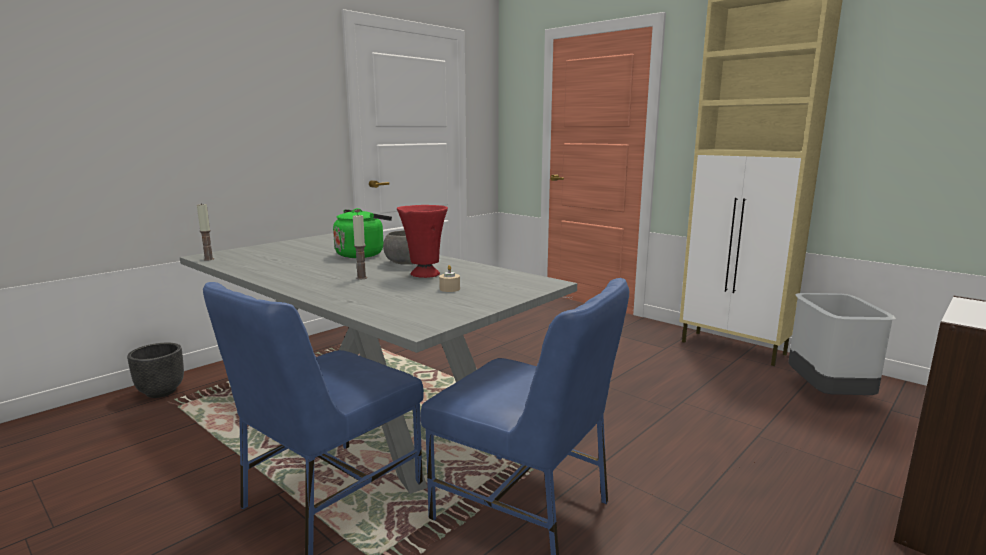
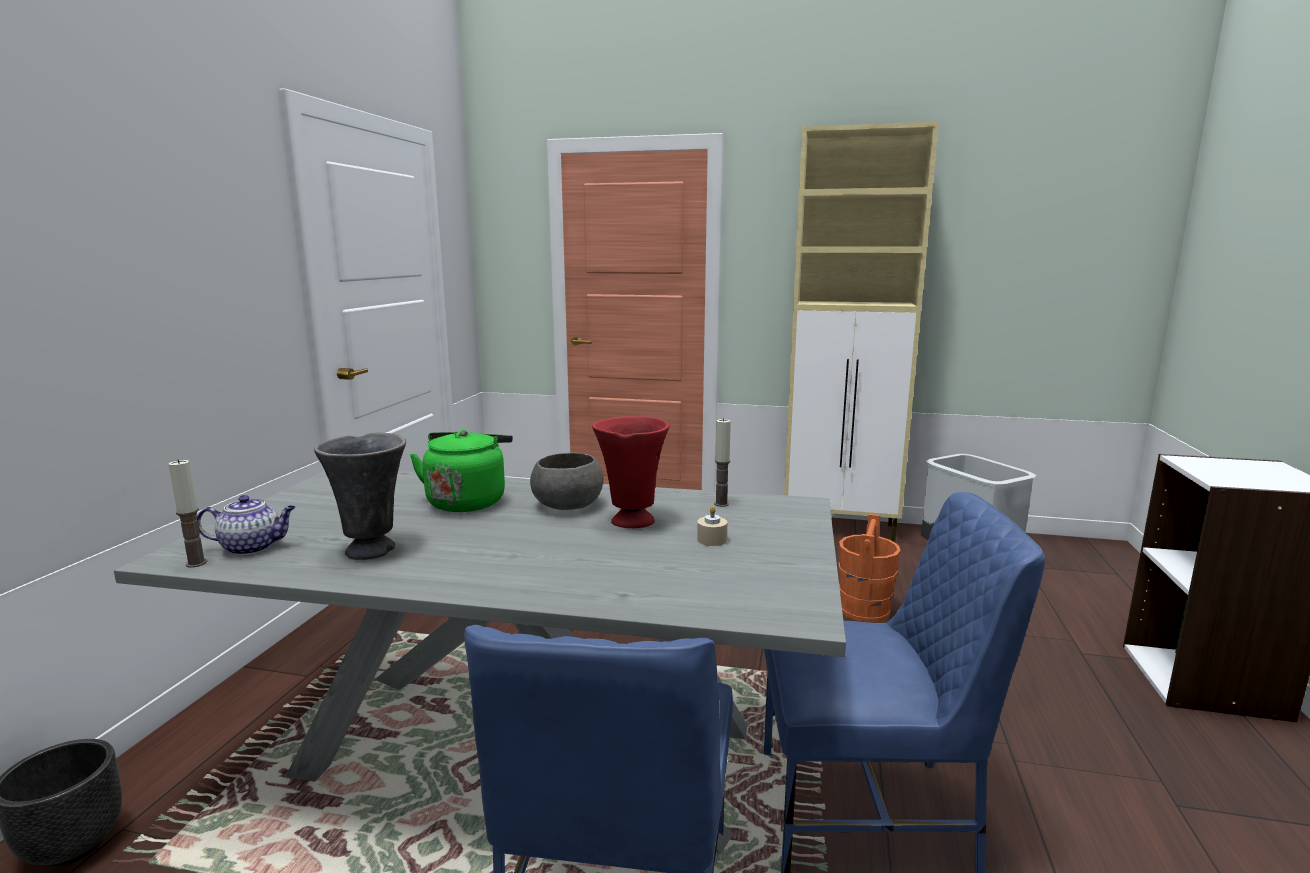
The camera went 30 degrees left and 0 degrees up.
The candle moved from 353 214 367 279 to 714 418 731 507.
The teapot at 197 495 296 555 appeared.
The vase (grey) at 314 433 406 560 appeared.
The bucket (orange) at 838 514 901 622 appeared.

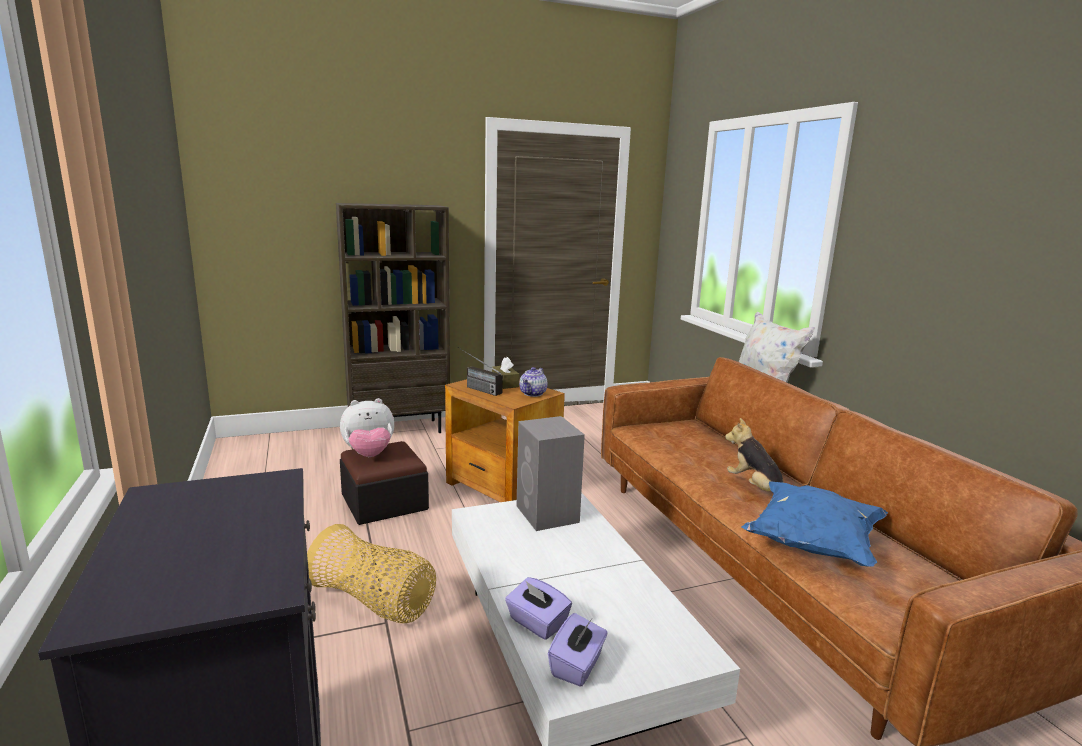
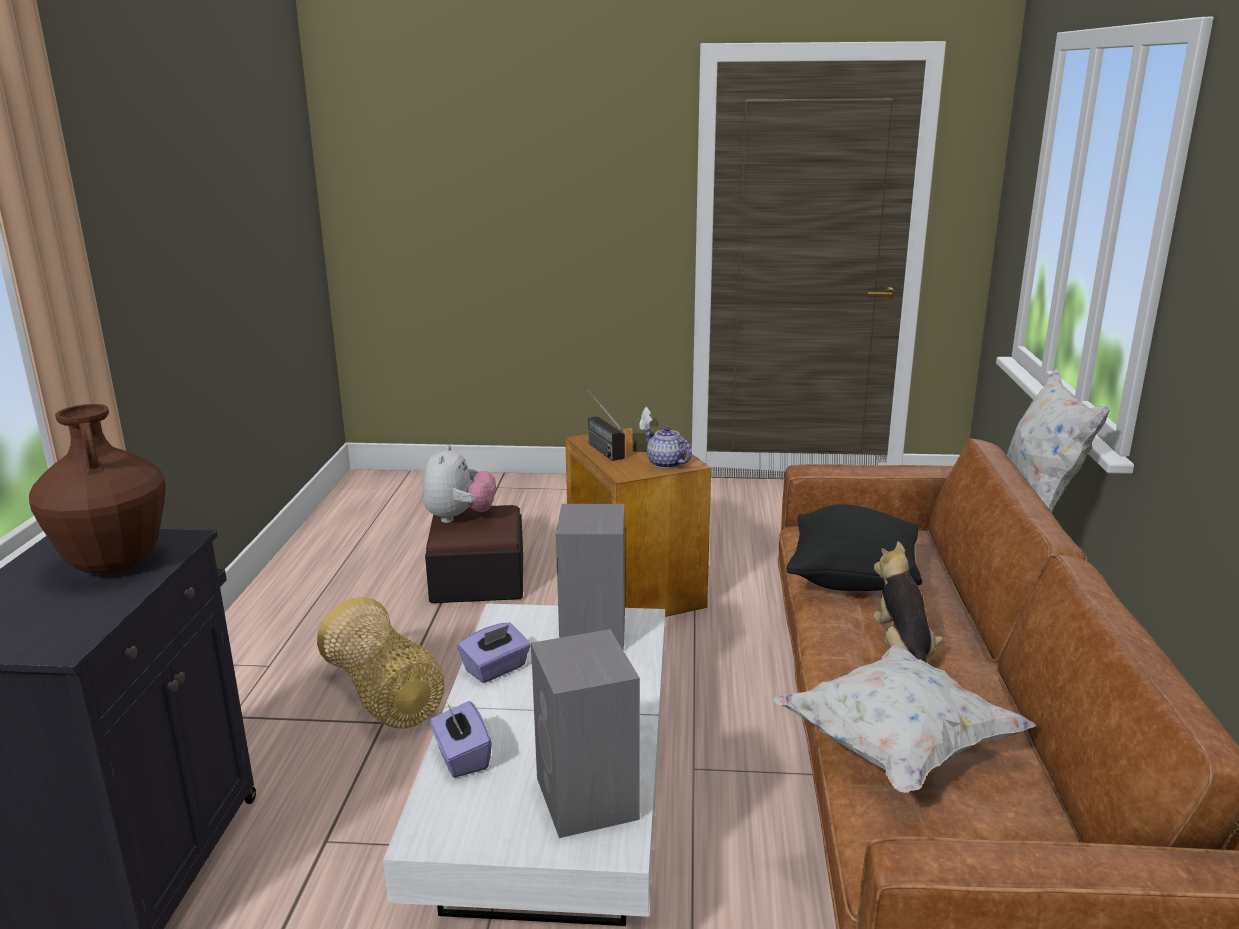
The camera went 25 degrees right and 5 degrees up.
The bookcase (brown) at 336 203 450 433 disappeared.
The plush toy at 340 398 394 457 turned 90 degrees counterclockwise.
The teapot at 519 367 547 397 turned 90 degrees clockwise.
The tissue box (purple) moved from 548 613 608 687 to 457 623 531 683.
The pillow (blue) at 742 481 888 567 became the pillow (white) at 774 644 1036 793.
The vase (brown) at 29 404 166 574 appeared.
The speaker (grey) at 531 629 640 838 appeared.
The pillow (black) at 786 504 922 591 appeared.

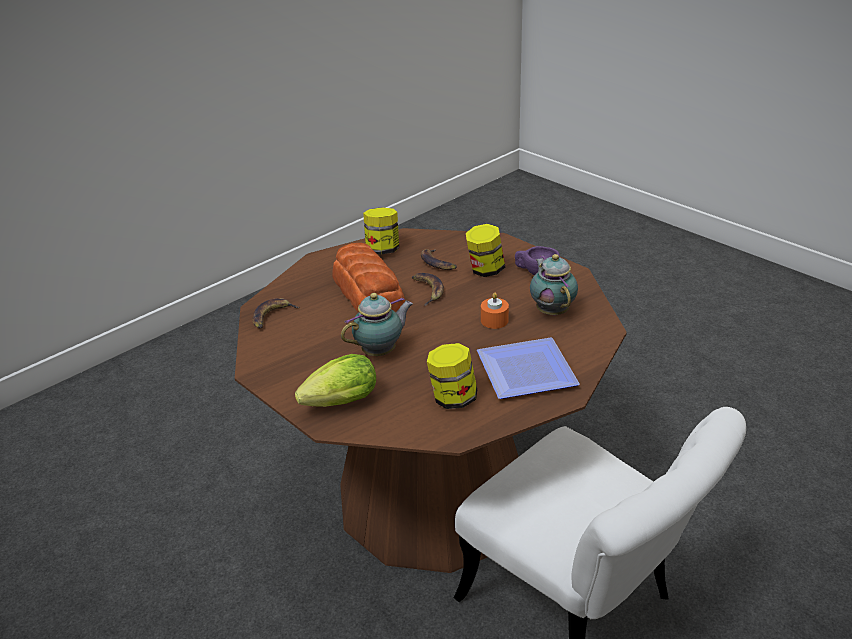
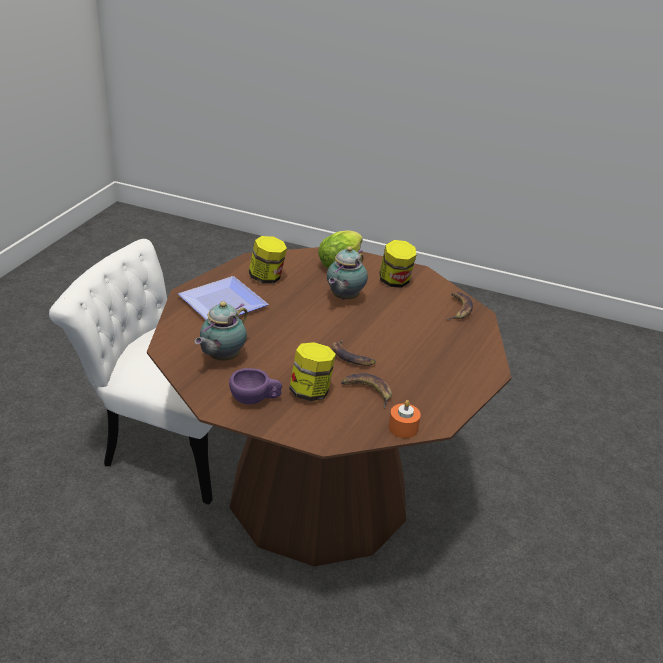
The camera went 150 degrees right and 0 degrees up.
The bread at 332 243 405 312 disappeared.
The jar moved from 363 207 399 254 to 379 240 416 288.
The candle (orange) moved from 481 293 509 329 to 389 400 421 438.
The teapot at 530 254 578 316 turned 75 degrees clockwise.

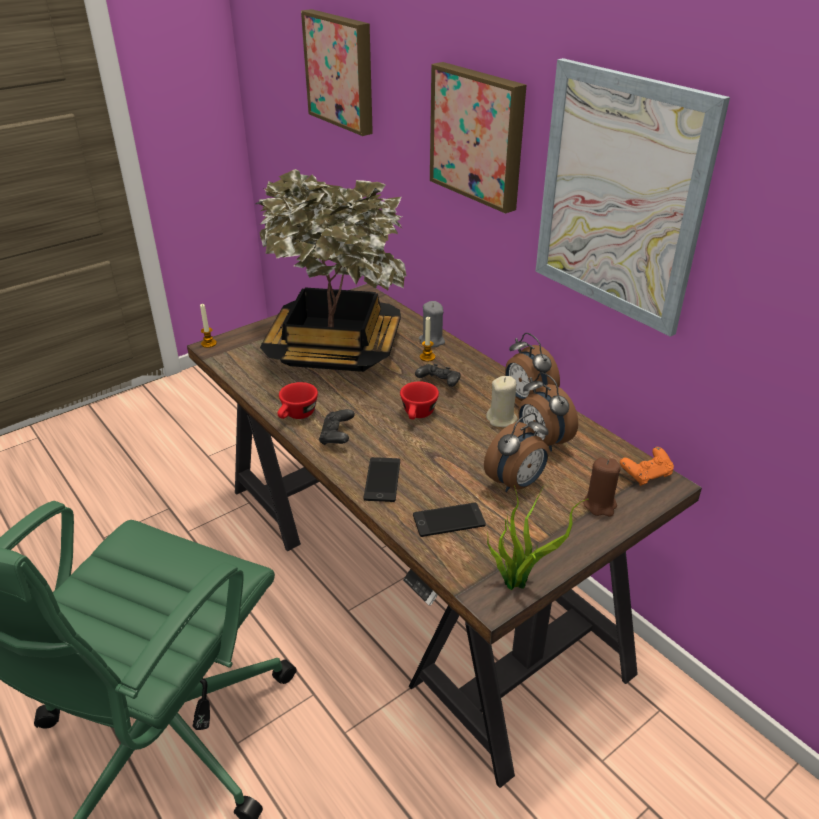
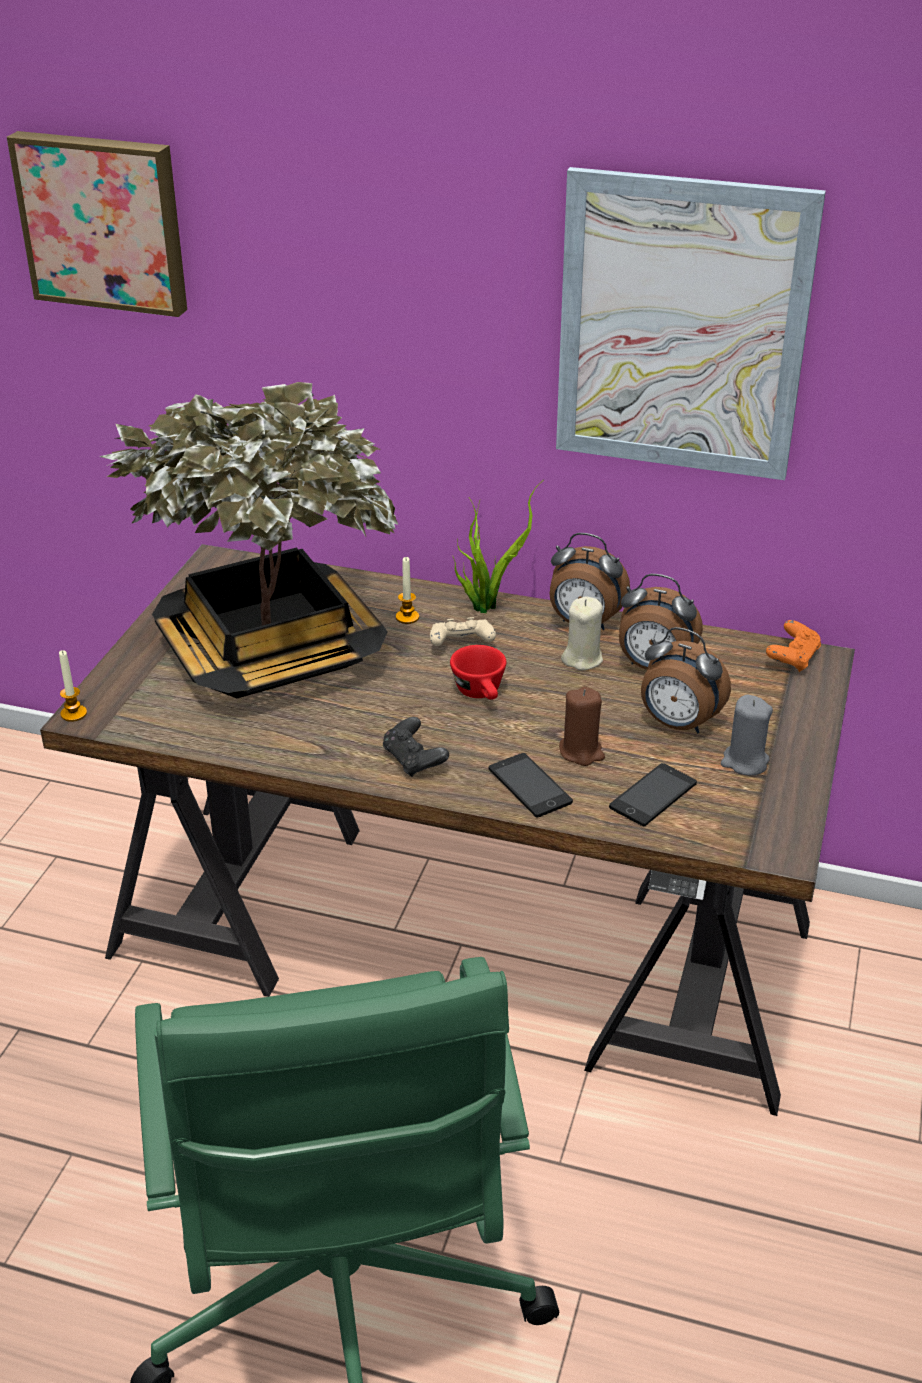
The camera went 35 degrees left and 0 degrees up.
The cup (red) at 277 382 318 419 disappeared.
The game controller (black) at 415 364 461 387 became the game controller (beige) at 430 617 496 646.
The candle (grey) moved from 419 301 445 347 to 721 695 773 775.
The picture at 430 62 527 214 disappeared.
The alarm clock at 484 413 549 492 turned 105 degrees clockwise.
The potted plant moved from 487 486 588 590 to 453 481 542 613.
The candle (brown) moved from 583 457 621 516 to 559 687 605 766.

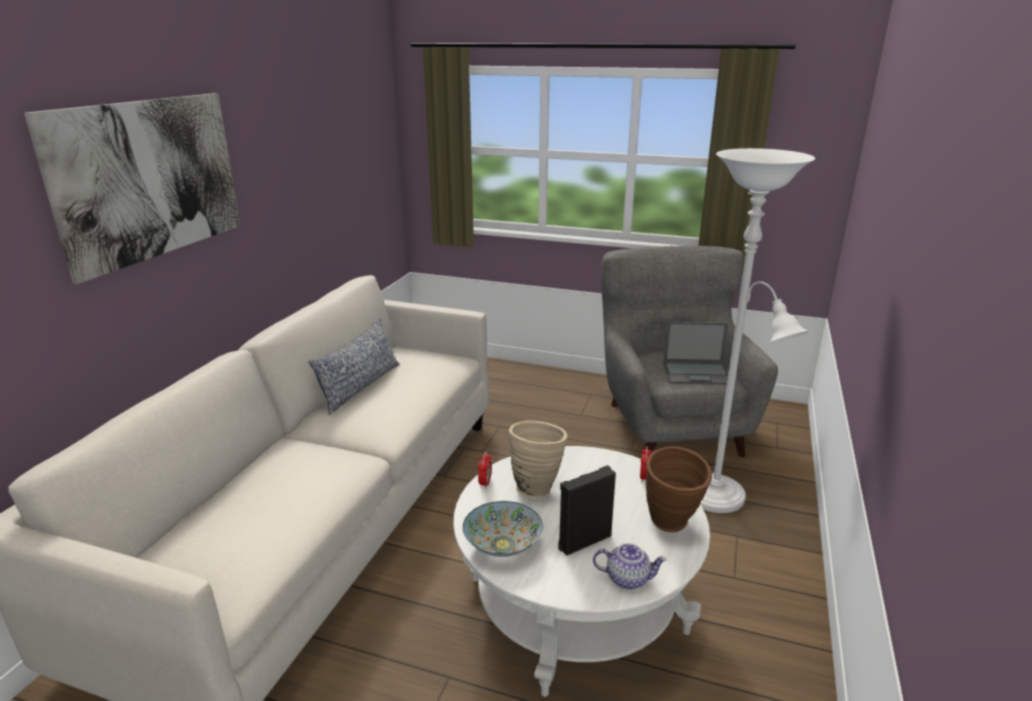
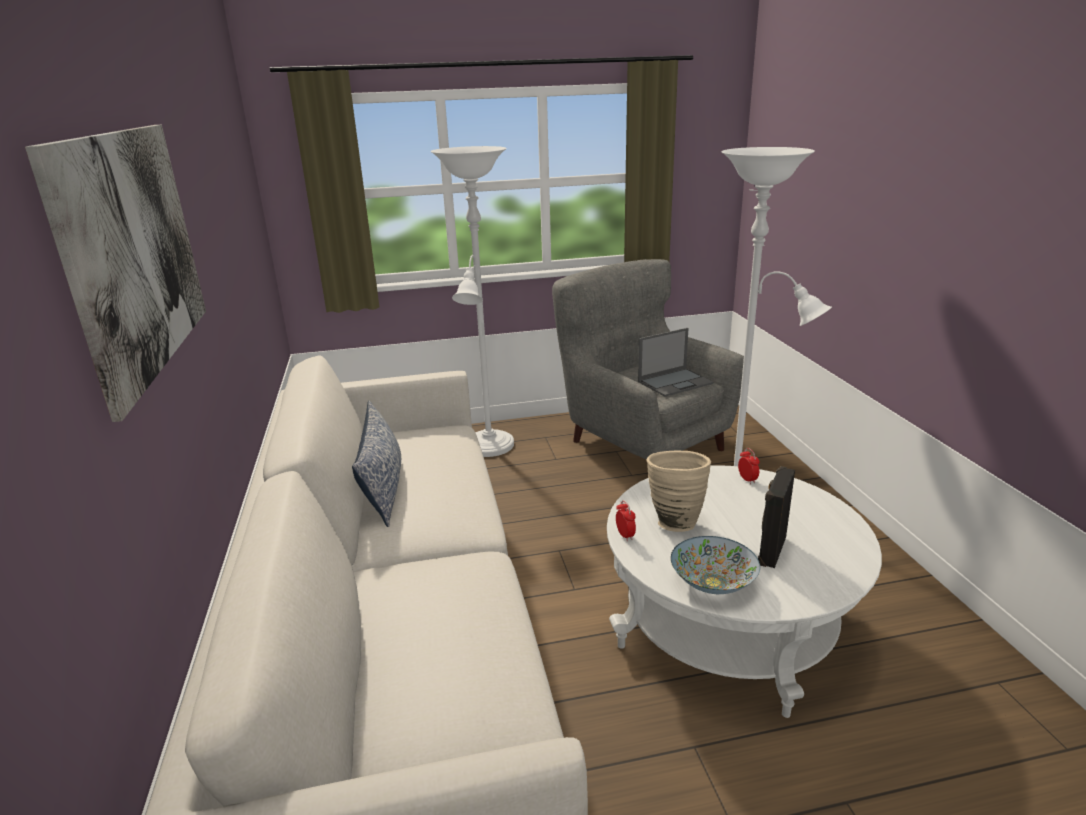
The camera went 30 degrees left and 0 degrees up.
The teapot at 593 543 667 590 disappeared.
The vase (brown) at 646 446 712 532 disappeared.
The floor lamp (white) at 431 146 514 457 appeared.

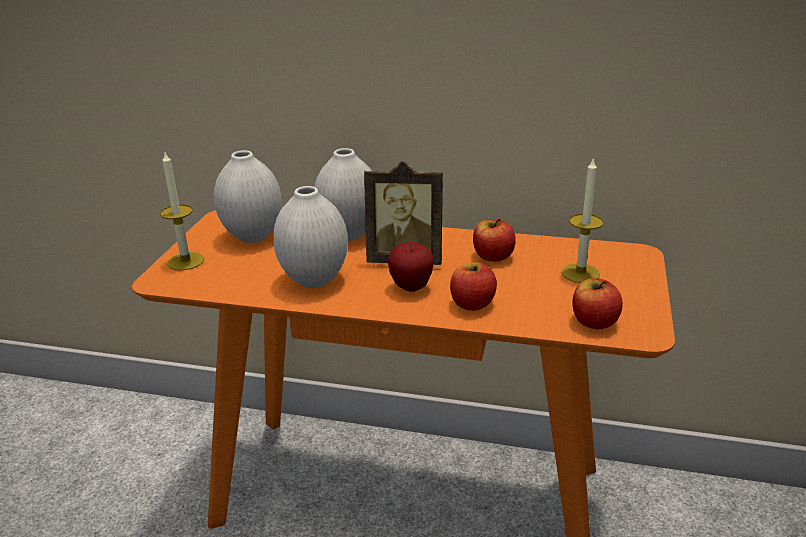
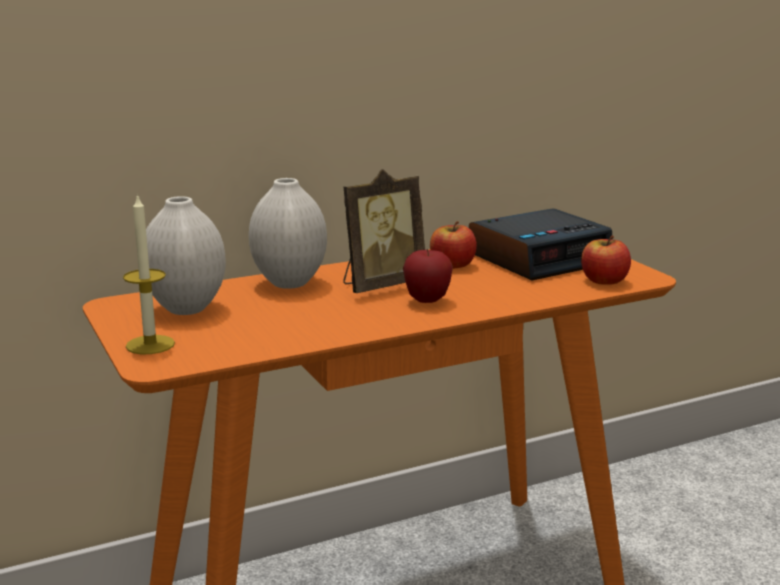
The camera went 40 degrees left and 10 degrees down.
The vase (white) at 273 186 348 288 disappeared.
The apple at 450 262 497 311 disappeared.
The candle at 561 157 604 283 was replaced by the alarm clock at 469 208 613 280.

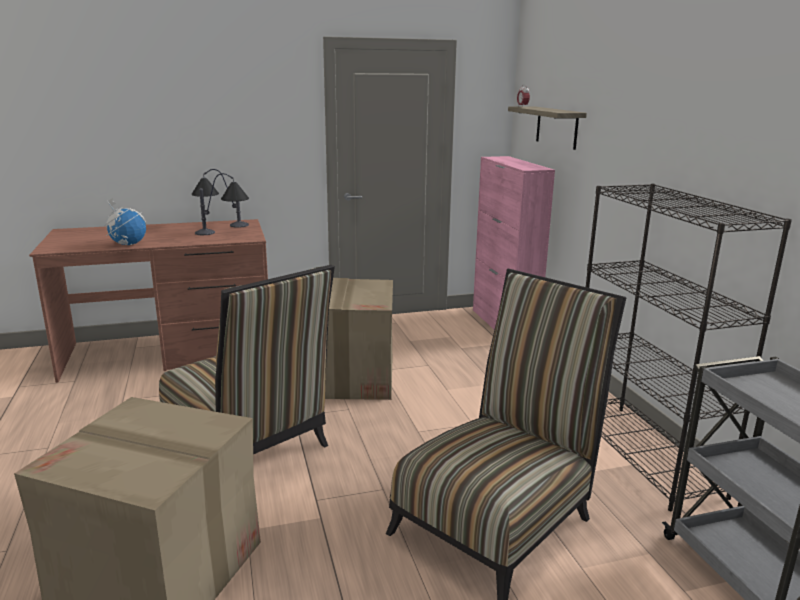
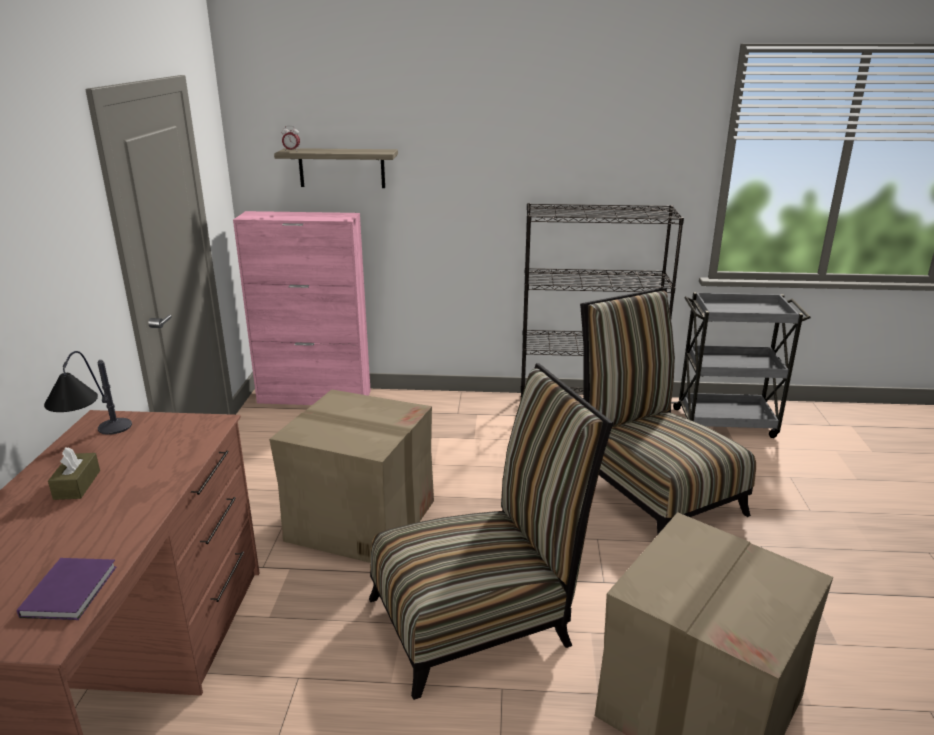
The camera went 70 degrees left and 5 degrees up.
The globe at 105 198 146 245 disappeared.
The table lamp at 195 173 249 235 disappeared.
The book (purple) at 17 558 116 620 appeared.
The tissue box (brown) at 48 447 100 500 appeared.

